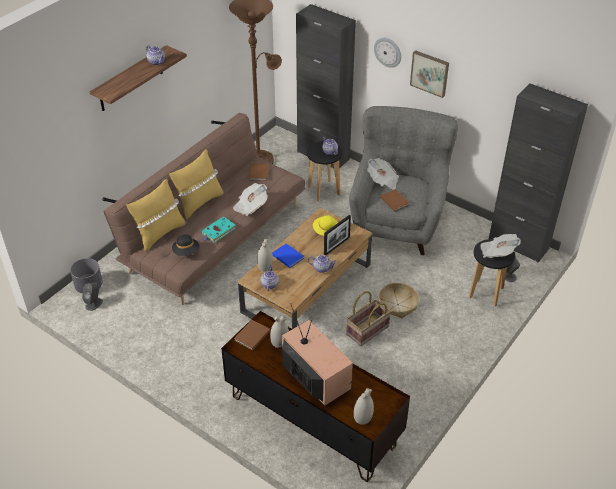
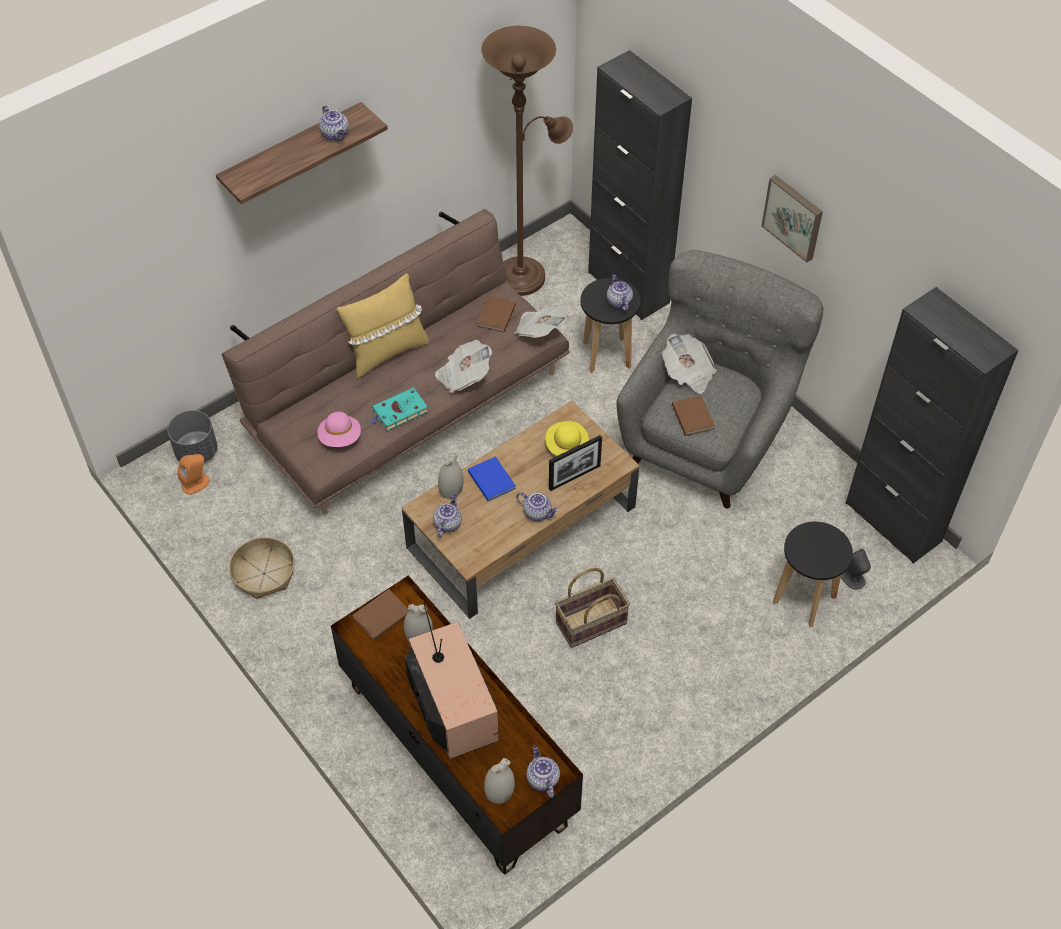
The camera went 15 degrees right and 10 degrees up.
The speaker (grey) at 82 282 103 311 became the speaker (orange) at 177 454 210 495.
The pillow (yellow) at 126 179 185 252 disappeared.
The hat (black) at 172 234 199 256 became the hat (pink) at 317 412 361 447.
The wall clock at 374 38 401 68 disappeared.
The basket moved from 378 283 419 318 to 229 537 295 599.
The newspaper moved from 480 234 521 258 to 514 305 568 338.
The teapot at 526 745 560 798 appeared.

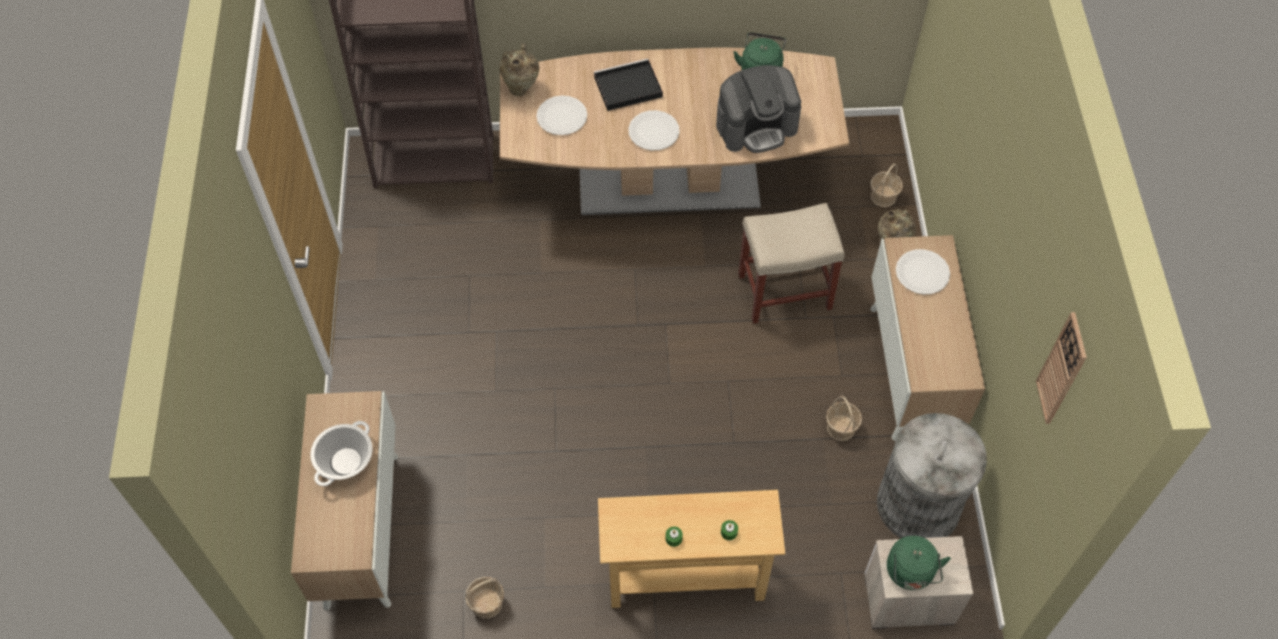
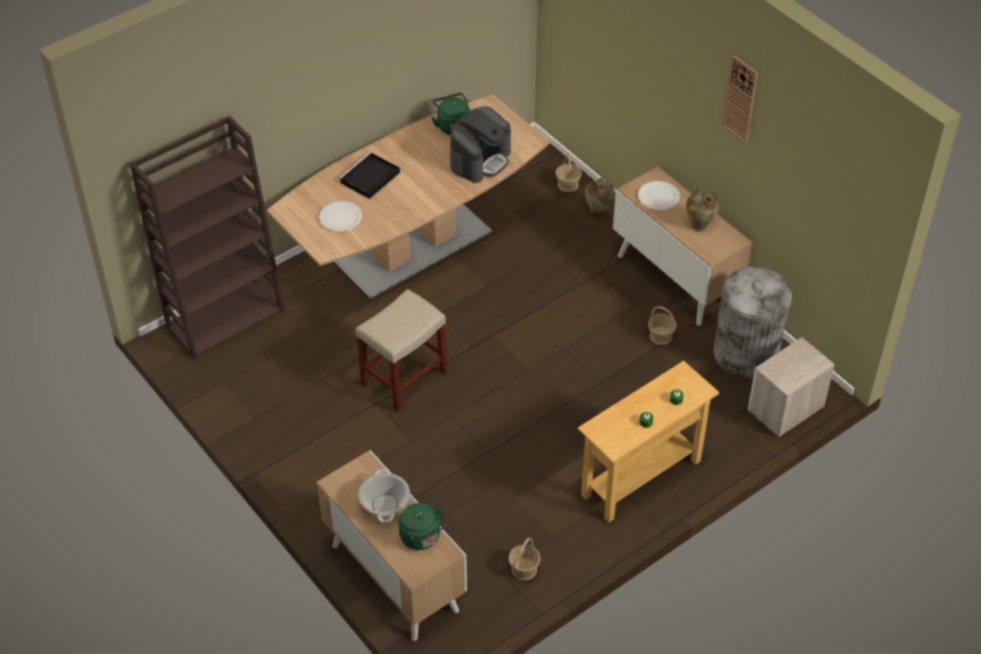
The camera went 35 degrees left and 10 degrees down.
The vase (beige) moved from 499 44 540 96 to 686 186 719 231.
The plate (white) at 628 110 680 150 disappeared.
The stool (beige) moved from 738 203 845 324 to 355 289 447 412.
The kettle (green) moved from 887 536 951 590 to 399 503 447 550.
The wall clock moved from 1036 312 1087 424 to 722 55 758 143.

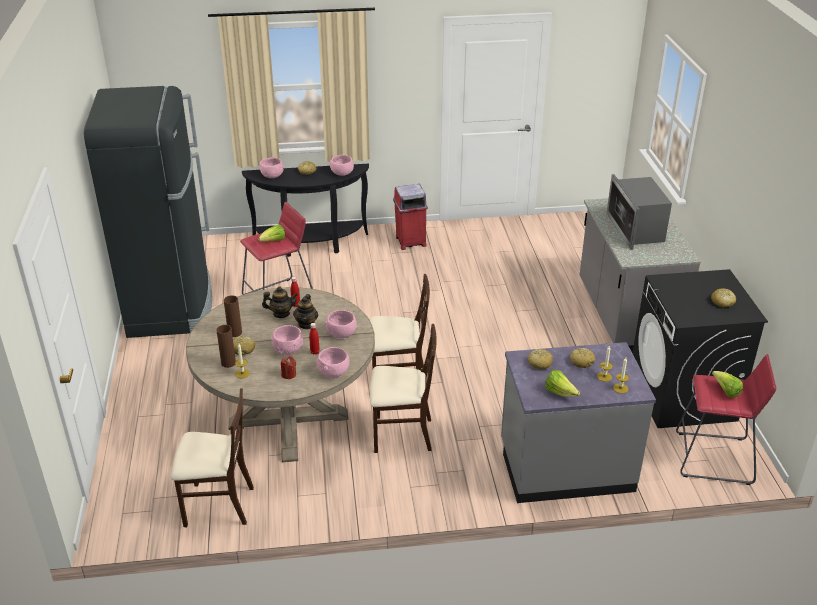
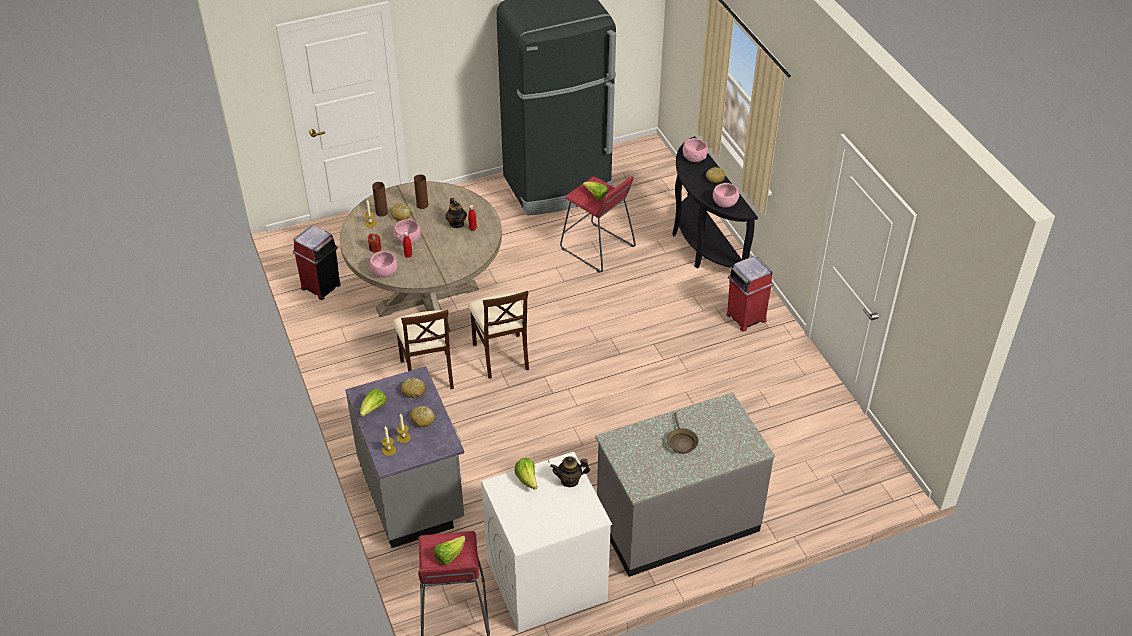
The camera went 75 degrees right and 10 degrees up.
The chair (beige) at 171 388 254 527 was replaced by the trash can (red) at 292 225 341 300.
The teapot moved from 293 294 318 329 to 550 456 590 487.
The bowl (pink) at 325 310 357 338 disappeared.
The microwave at 607 174 672 250 was replaced by the frying pan (brown) at 667 413 698 454.
The washing machine (black) at 632 269 768 428 became the washing machine (white) at 481 452 612 632.
The bread at 711 288 736 307 disappeared.
The lettuce at 515 458 538 489 appeared.

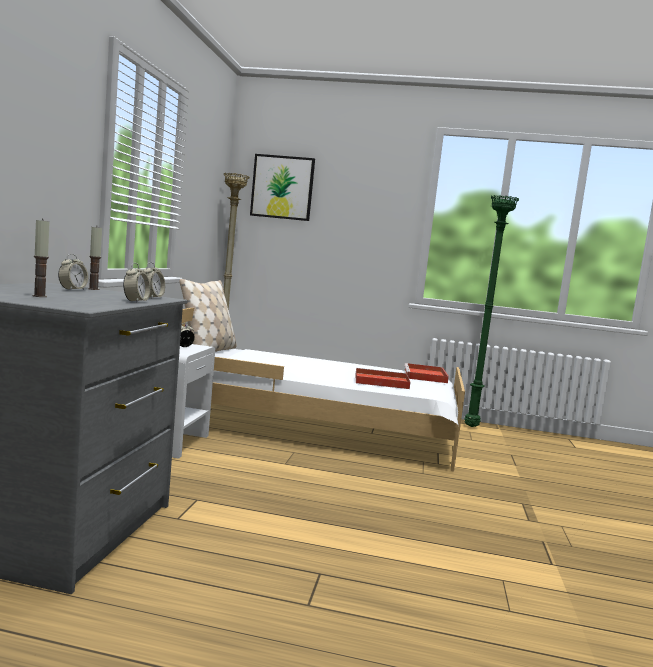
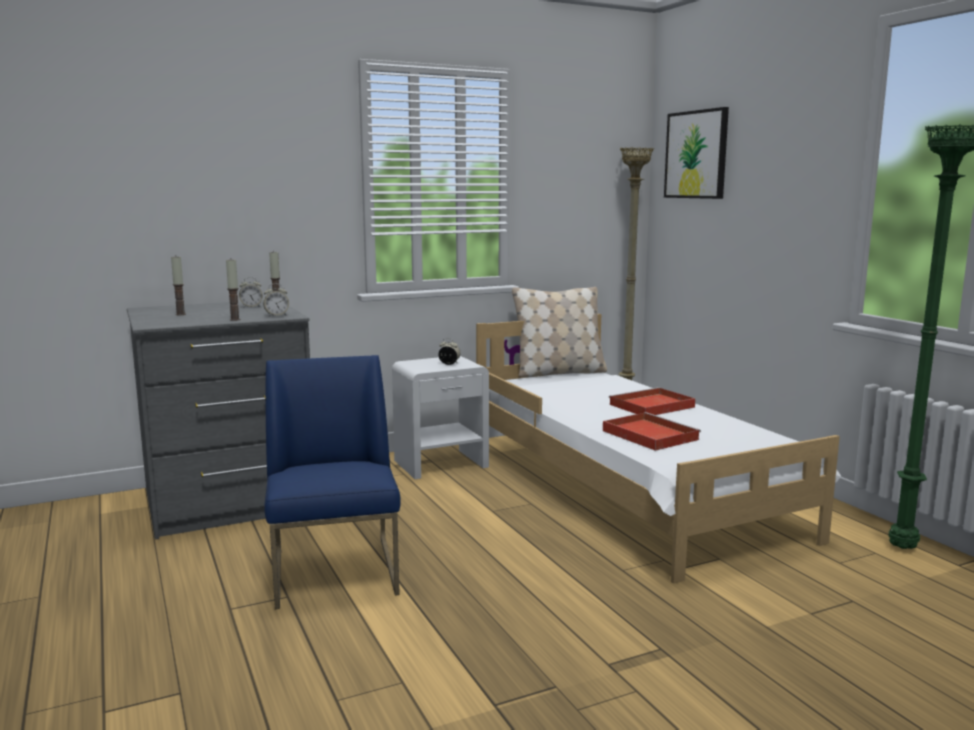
The camera went 55 degrees right and 5 degrees up.
The alarm clock at 123 263 150 302 was replaced by the candle at 226 260 241 321.
The tray (red) moved from 404 363 449 383 to 609 387 695 415.
The chair (blue) at 264 355 401 609 appeared.

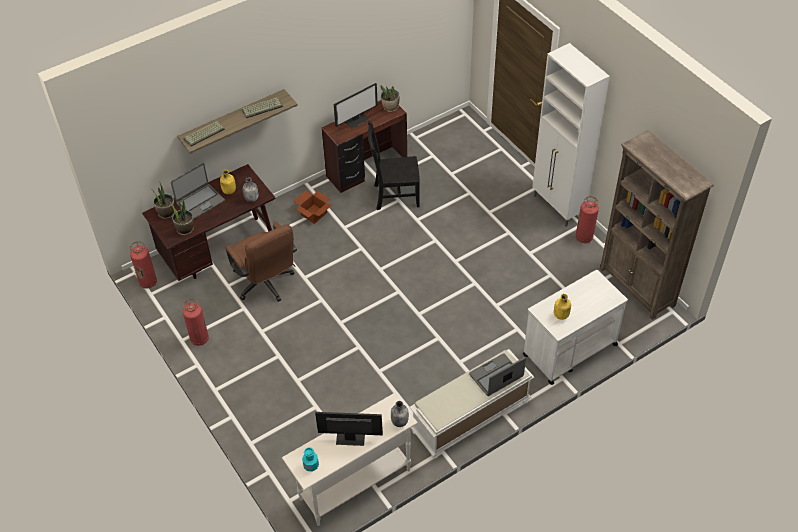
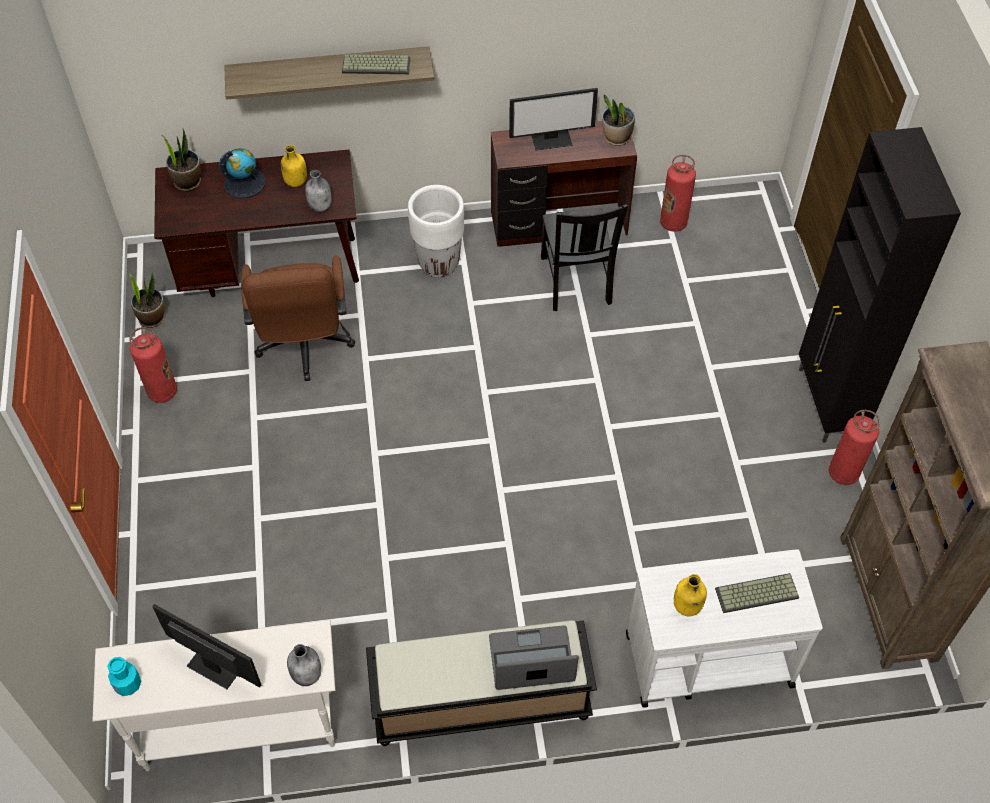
The camera went 25 degrees right and 5 degrees up.
The fire extinguisher moved from 130 241 157 289 to 660 154 696 232.
The laptop at 171 163 225 220 was replaced by the globe at 219 148 266 198.
The potted plant moved from 171 197 194 236 to 129 273 165 328.
The keyboard moved from 183 121 225 147 to 715 573 799 613.
The cardboard box at 294 191 332 224 was replaced by the planter (white) at 408 185 464 277.
The chair (black) at 368 121 420 210 turned 120 degrees counterclockwise.
The bench (white) at 410 349 534 459 became the bench (black) at 366 620 597 746.
The cabinet (white) at 532 43 610 227 became the cabinet (black) at 799 127 961 443.

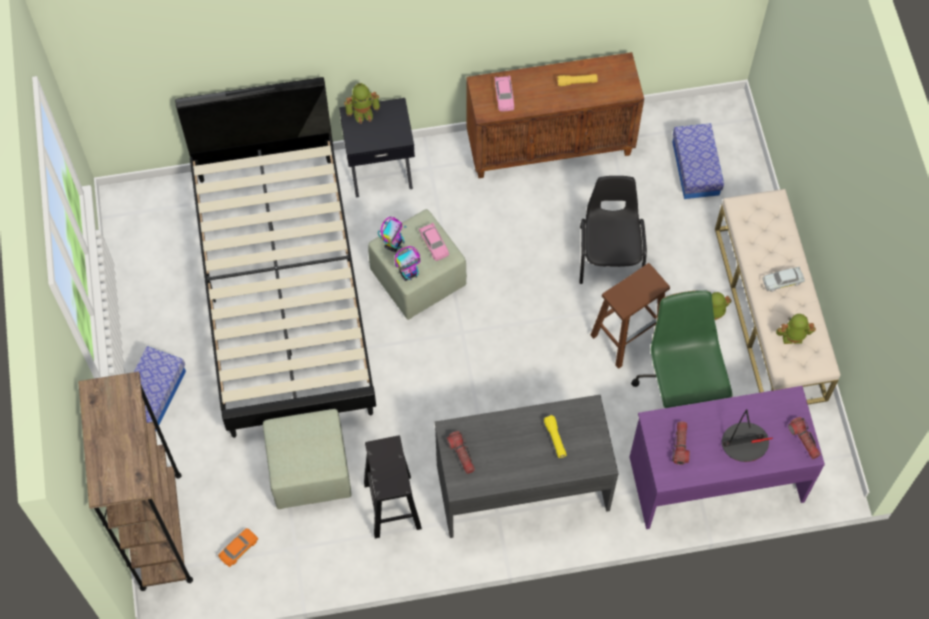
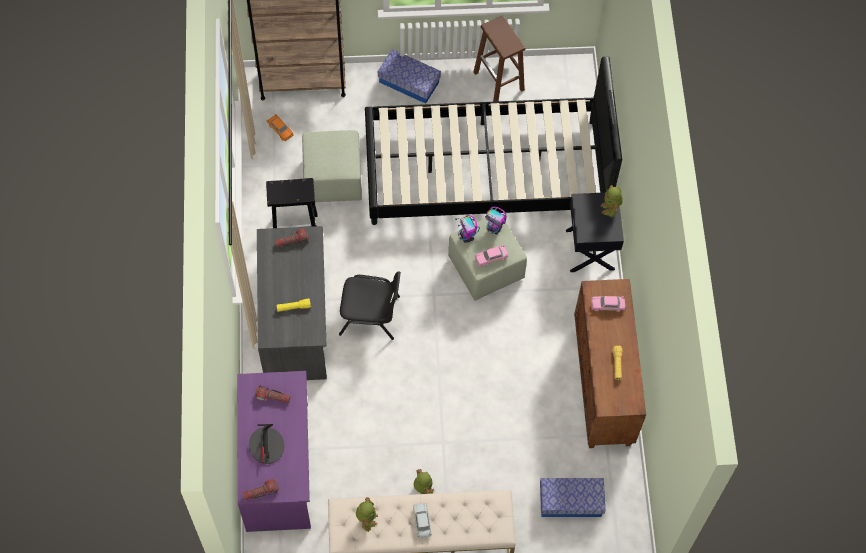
The camera went 95 degrees right and 0 degrees up.
The chair (black) moved from 579 176 647 284 to 339 271 401 340.
The stool (brown) moved from 590 263 670 369 to 474 15 525 102.
The office chair (green) at 631 291 732 408 disappeared.

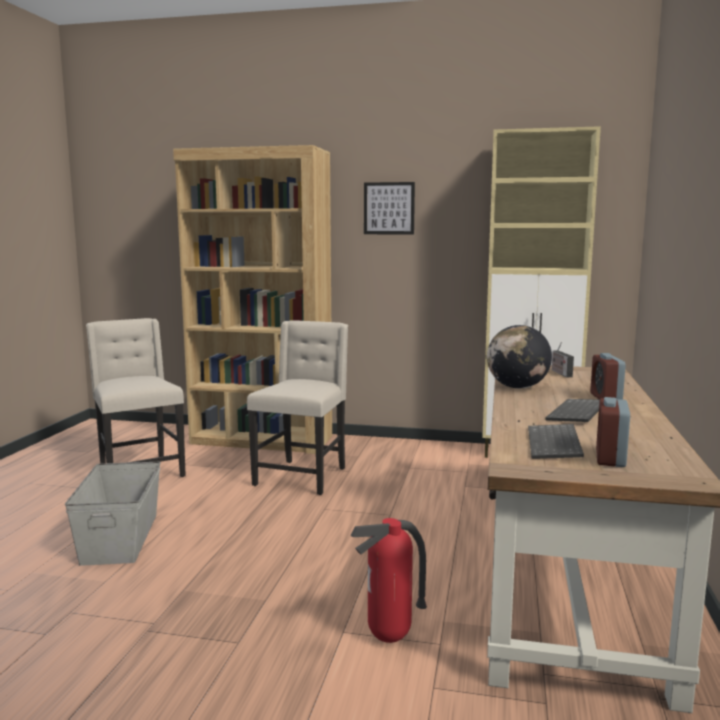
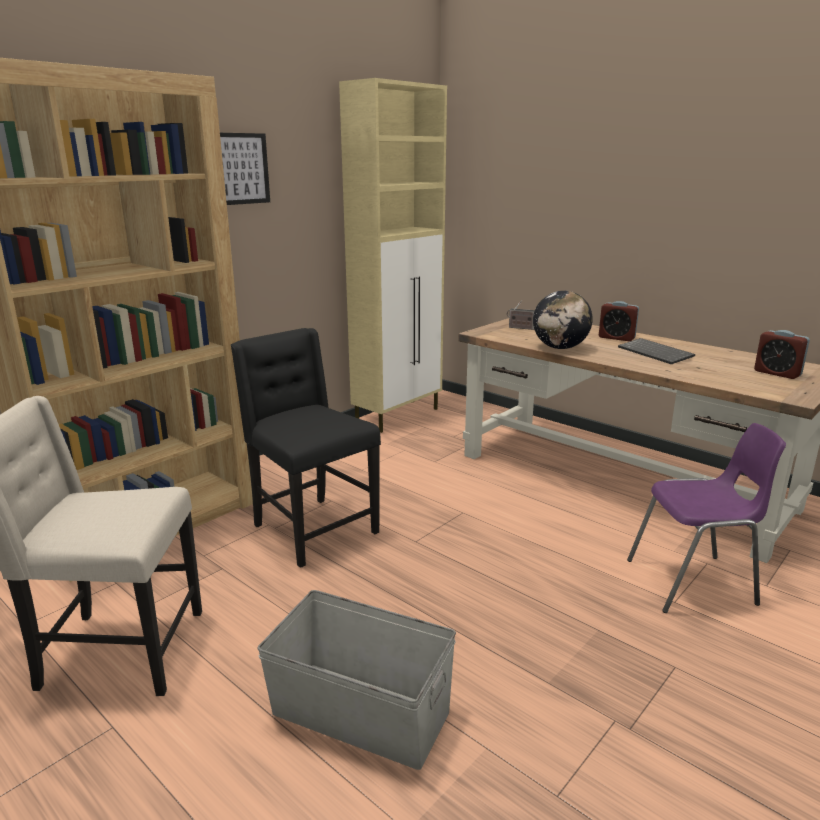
The camera went 60 degrees left and 10 degrees up.
The chair (beige) at 247 320 348 495 became the chair (black) at 231 328 381 568.
The fire extinguisher at 351 518 427 643 was replaced by the chair (purple) at 627 423 786 613.
The keyboard at 528 424 584 459 disappeared.

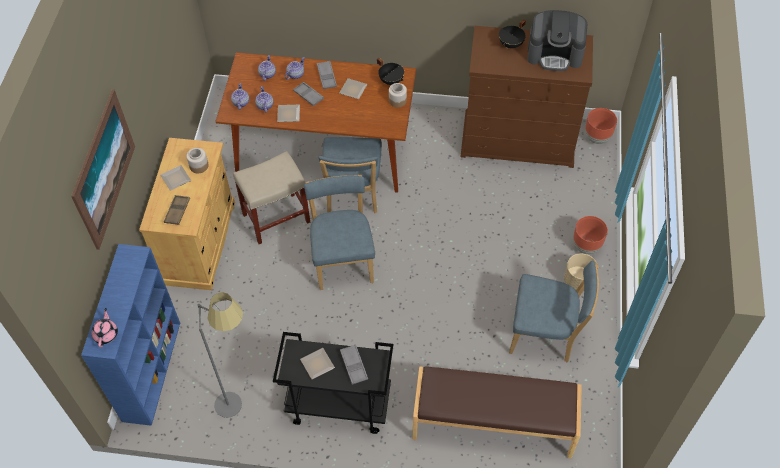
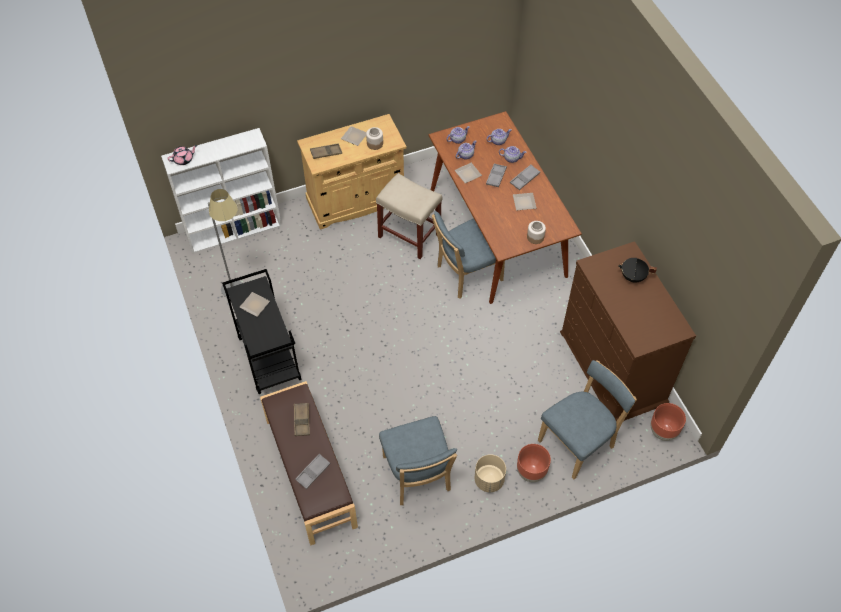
The camera went 60 degrees right and 0 degrees up.
The picture at 71 89 135 250 disappeared.
The bookcase (blue) at 81 244 180 426 became the bookcase (white) at 161 128 282 253.
The chair (blue) moved from 304 175 375 290 to 538 360 637 479.
The tray (grey) moved from 340 344 368 385 to 295 454 330 489.
The cooking pot (black) at 377 58 404 85 disappeared.
The coffee machine at 527 10 587 71 disappeared.
The tray (brown) at 294 403 310 436 appeared.

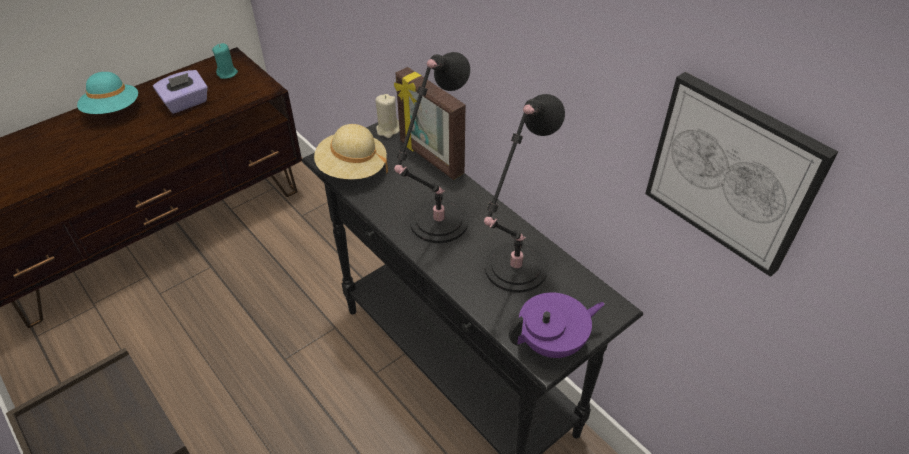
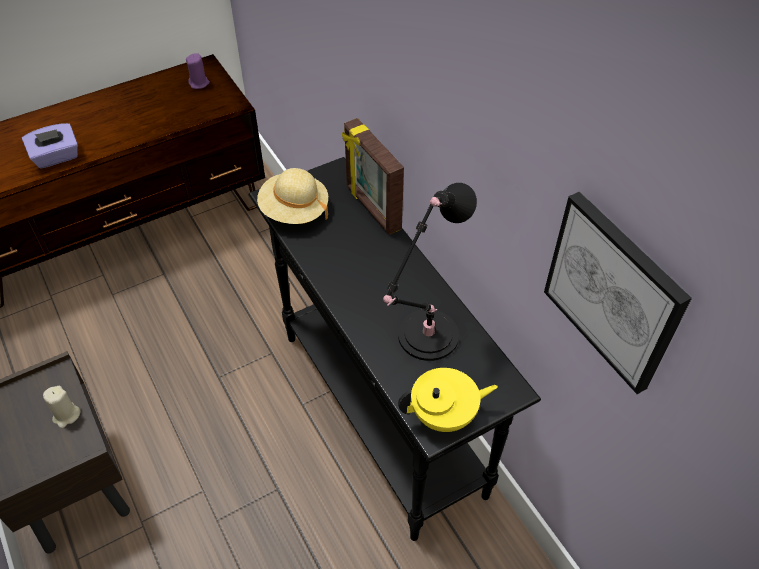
The camera went 10 degrees right and 5 degrees up.
The hat (turquoise) at 77 72 138 114 disappeared.
The tissue box (purple) moved from 153 70 208 114 to 22 123 78 169.
The candle (turquoise) at 212 43 238 79 became the candle (purple) at 186 53 210 89.
The candle (beige) moved from 375 94 400 138 to 43 385 81 428.
The table lamp (black) at 394 52 470 243 disappeared.
The teapot (purple) at 509 292 605 358 became the teapot (yellow) at 398 368 498 432.

